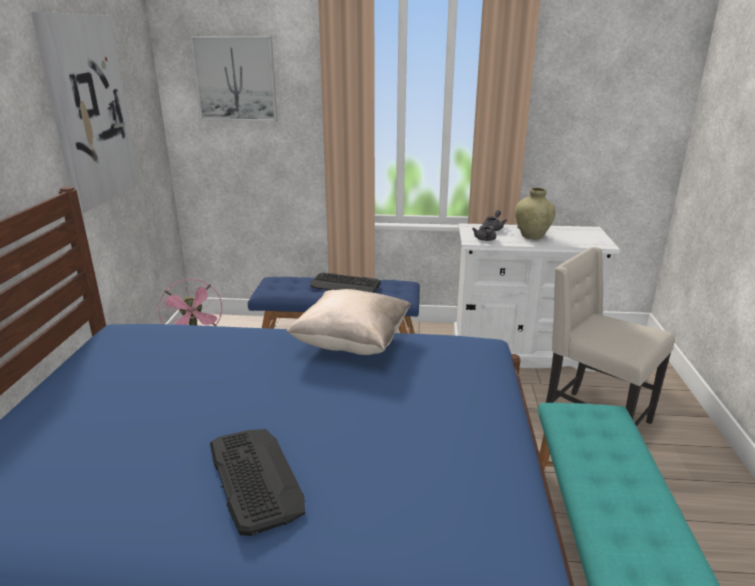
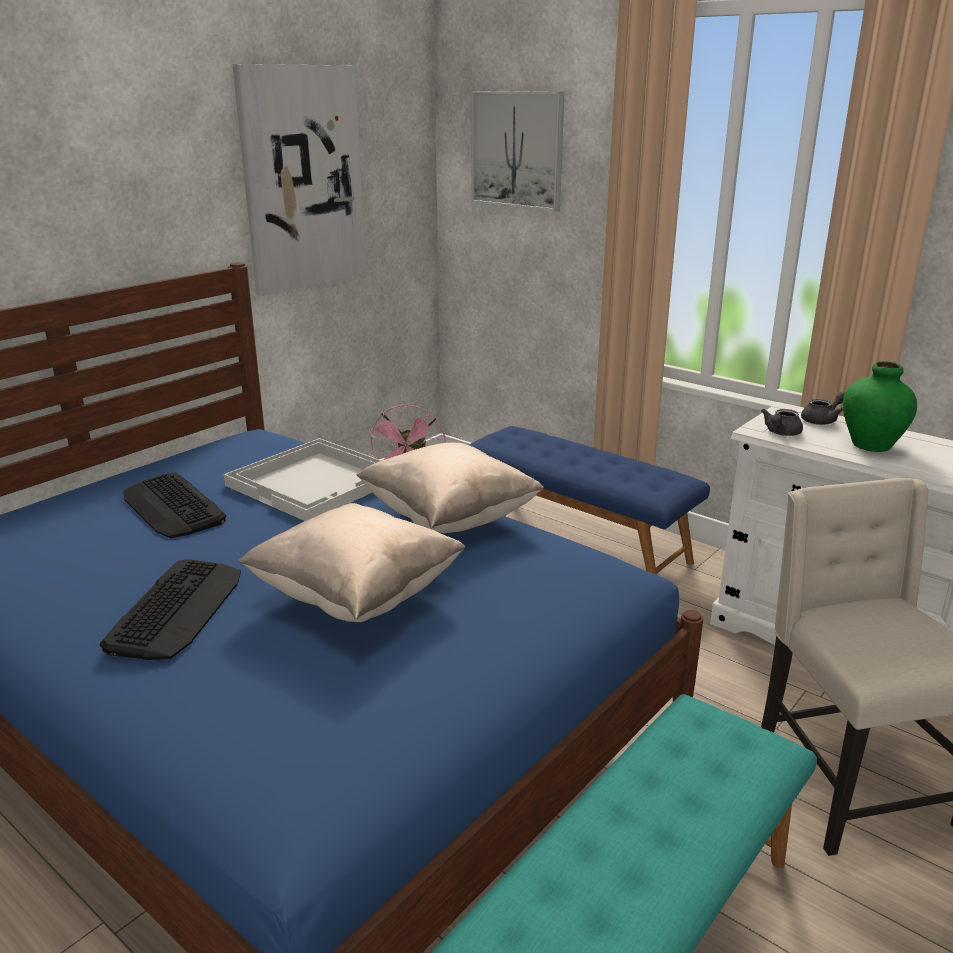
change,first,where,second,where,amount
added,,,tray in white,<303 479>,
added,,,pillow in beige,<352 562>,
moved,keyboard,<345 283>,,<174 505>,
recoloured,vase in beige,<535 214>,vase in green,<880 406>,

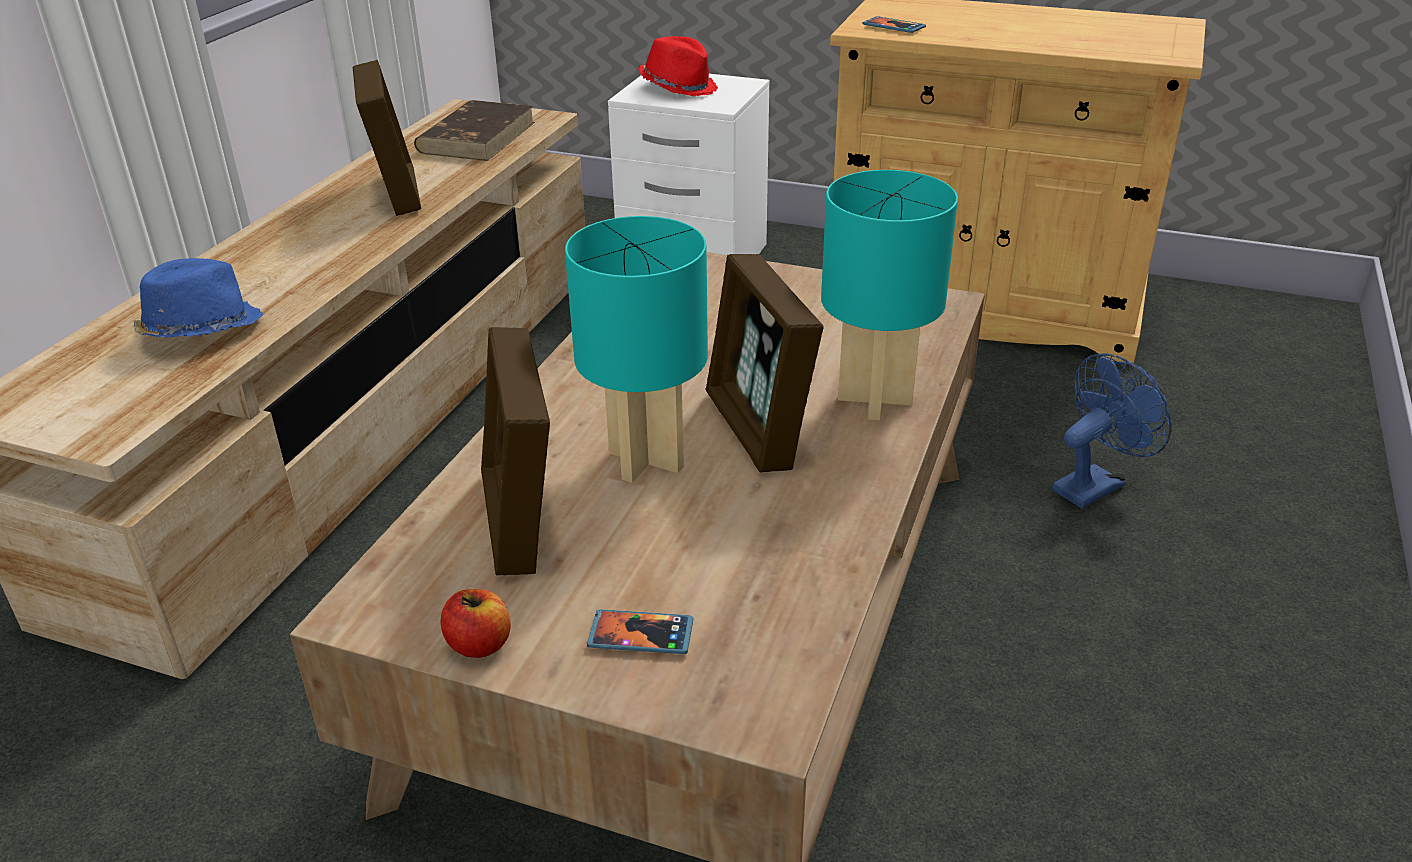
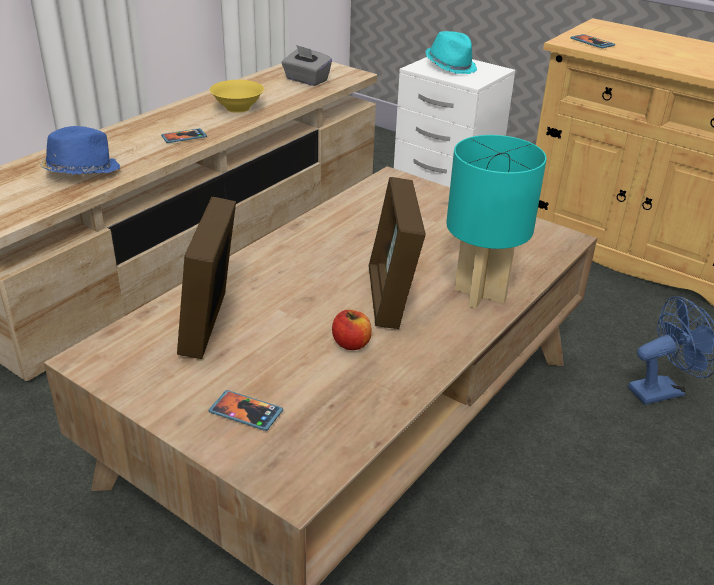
change,first,where,second,where,amount
removed,table lamp in turquoise,<636 349>,,,
added,,,phone,<184 135>,
moved,apple,<475 623>,,<352 330>,
replaced,picture frame,<386 138>,bowl in yellow,<237 96>,
replaced,book in brown,<474 130>,tissue box in grey,<307 65>,
recoloured,hat in red,<678 66>,hat in turquoise,<451 52>,

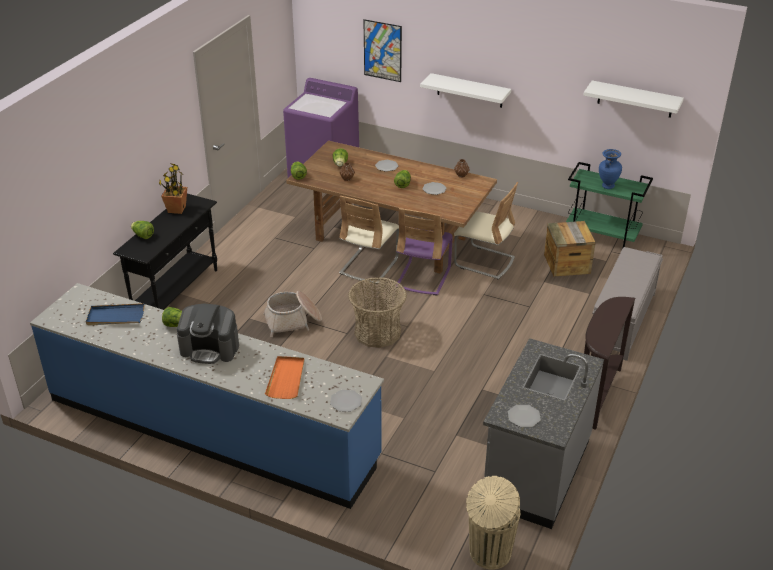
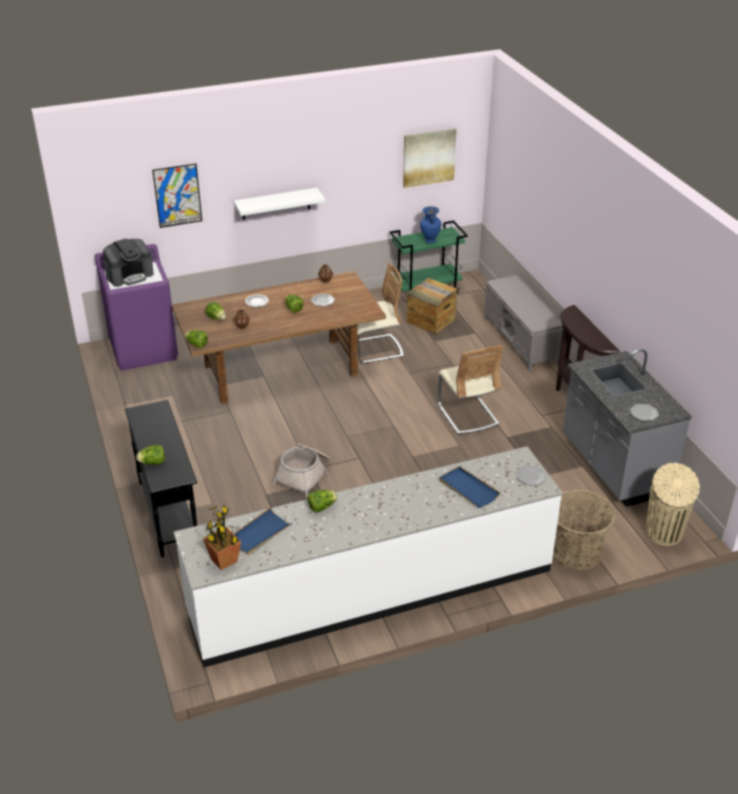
change,first,where,second,where,amount
removed,chair in purple,<424 252>,,,
moved,potted plant,<173 188>,,<222 538>,
moved,coffee machine,<208 333>,,<128 263>,
moved,chair in beige,<369 240>,,<470 390>,
moved,basket,<377 312>,,<584 530>,
replaced,shelf in white,<633 99>,picture,<430 158>,
recoloured,counter in blue,<207 396>,counter in white,<368 557>,
recoloured,tray in orange,<284 377>,tray in blue,<469 487>,

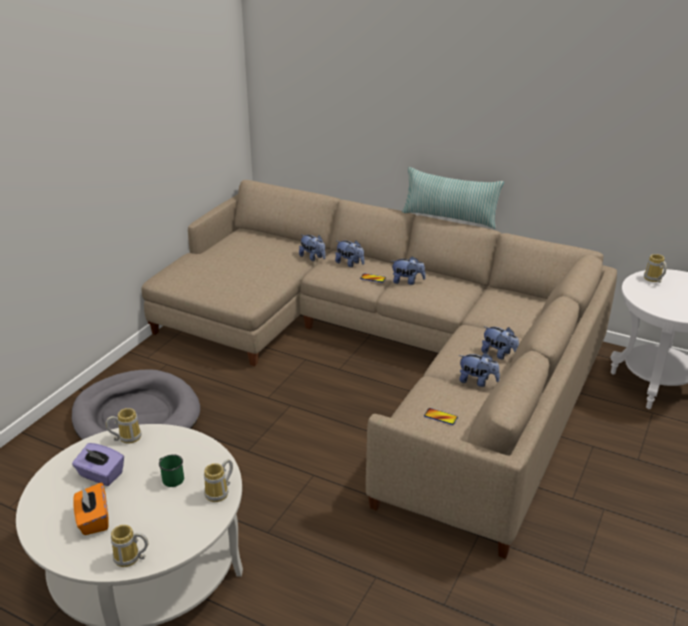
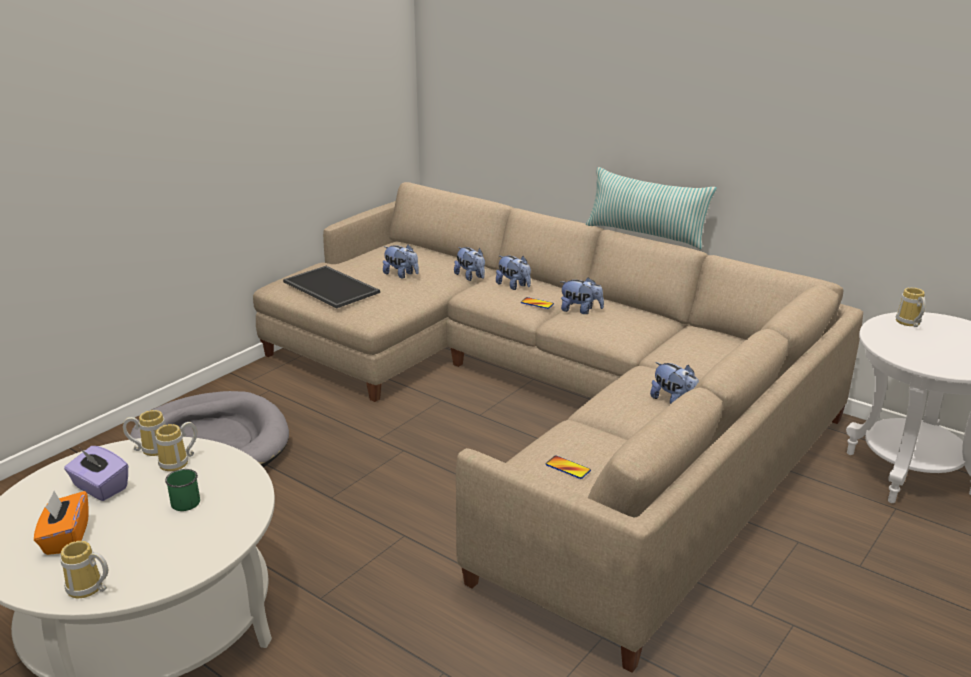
change,first,where,second,where,amount
added,,,tray,<331 287>,
moved,mug,<218 480>,,<176 446>,
moved,plush toy,<479 370>,,<401 261>,

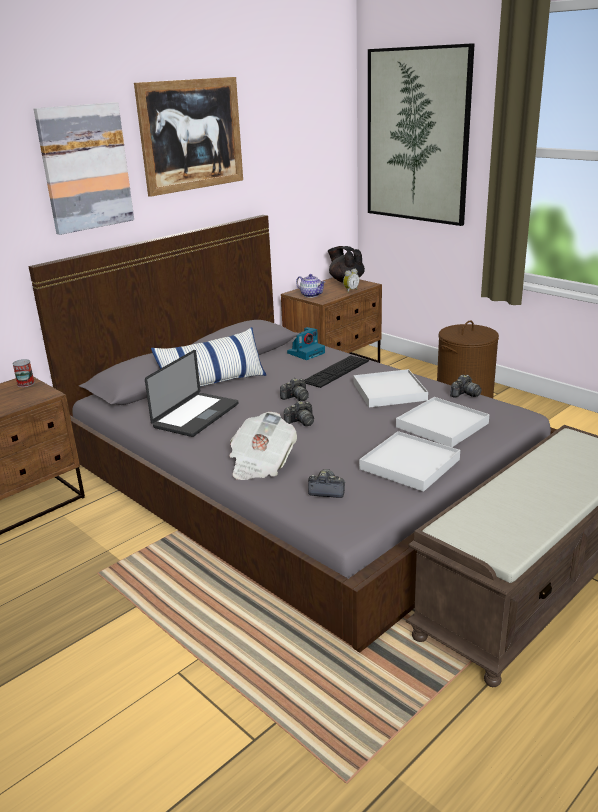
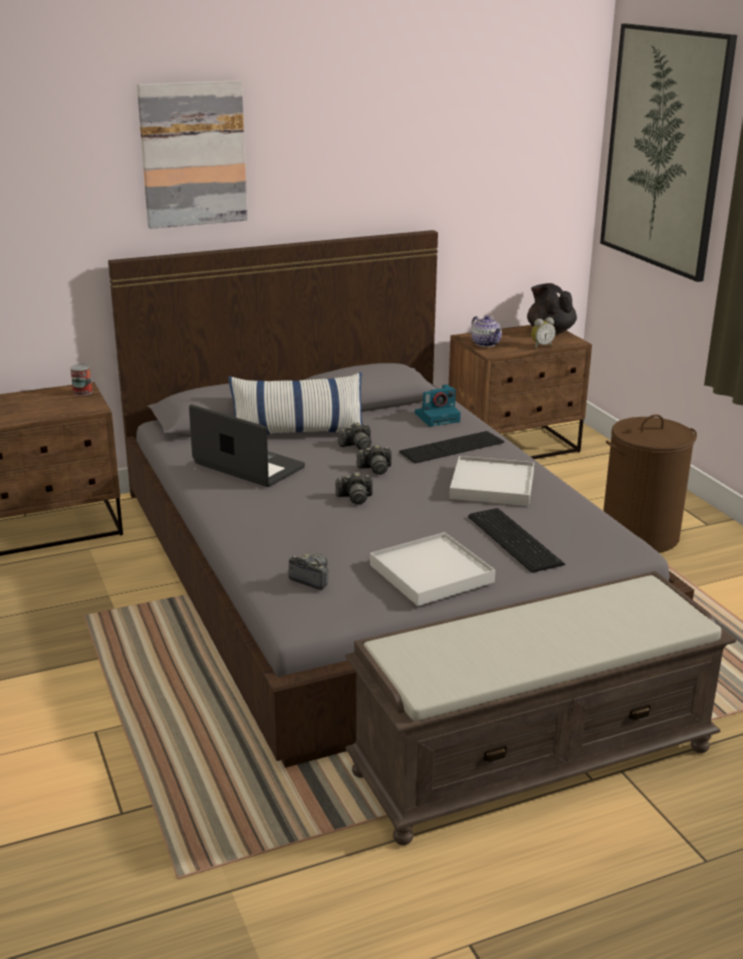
change,first,where,second,where,amount
removed,picture,<188 137>,,,
removed,newspaper,<263 446>,,,
moved,photo camera,<466 386>,,<354 436>,
replaced,tray in white,<442 422>,keyboard,<516 540>,
turned,laptop,<191 393>,,<247 445>,105 degrees counterclockwise

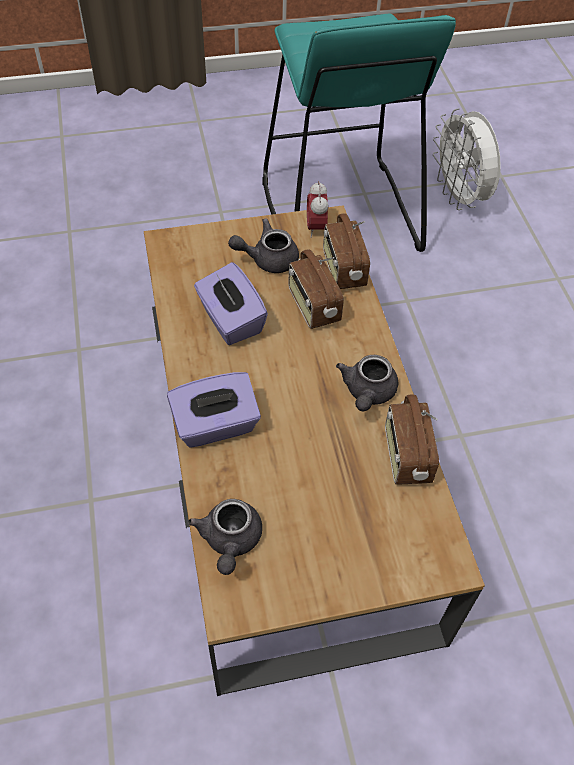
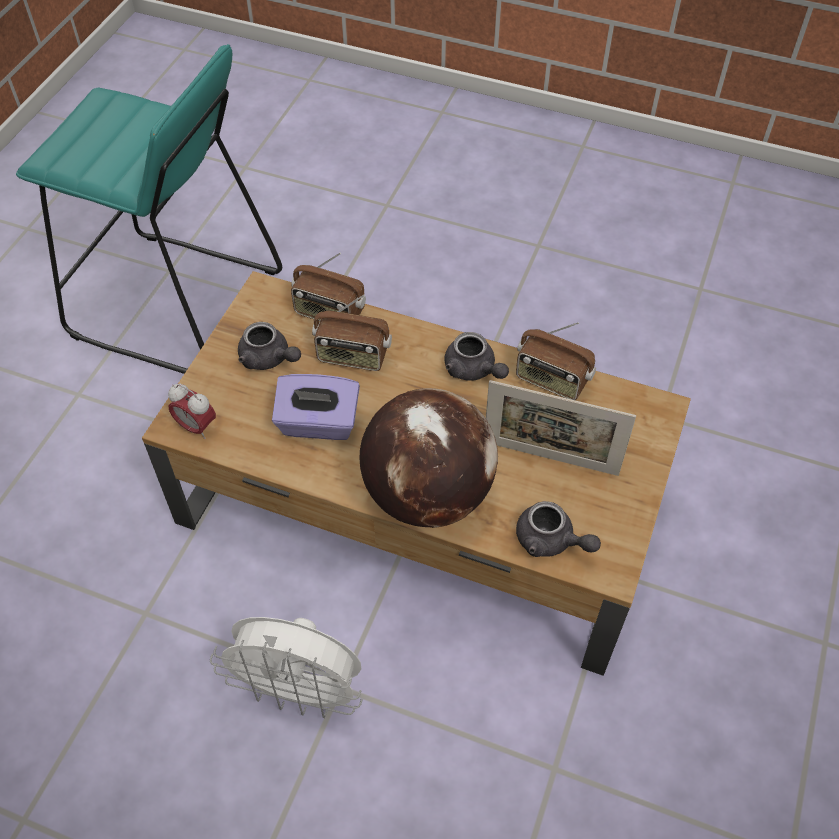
change,first,where,second,where,amount
added,,,picture frame,<561 428>,
moved,alarm clock,<318 209>,,<192 411>,
moved,fan in white,<467 159>,,<286 667>,
replaced,tissue box in purple,<214 410>,globe,<428 458>,
turned,teapot in grey,<263 245>,,<269 346>,75 degrees counterclockwise

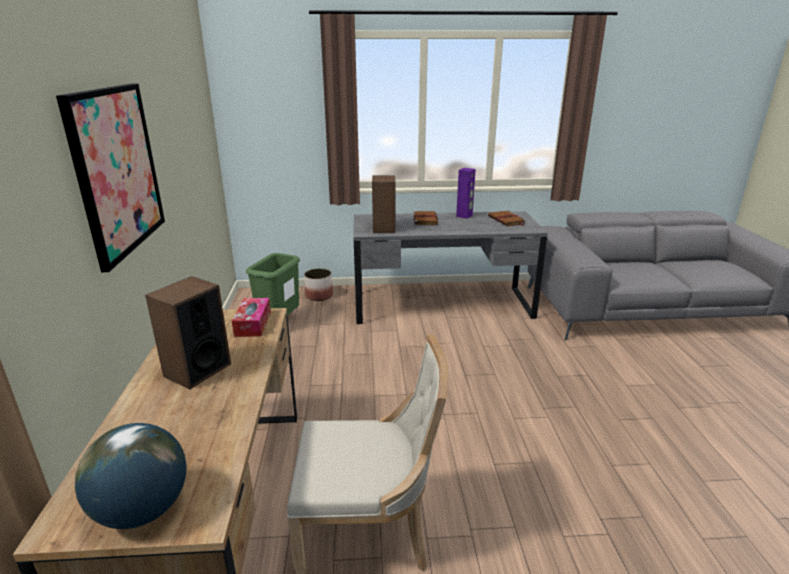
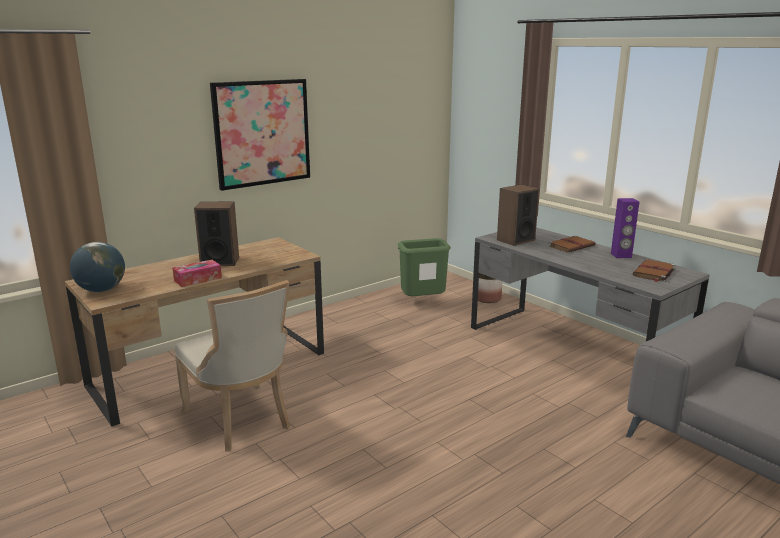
change,first,where,second,where,amount
moved,tissue box,<251 317>,,<197 273>,

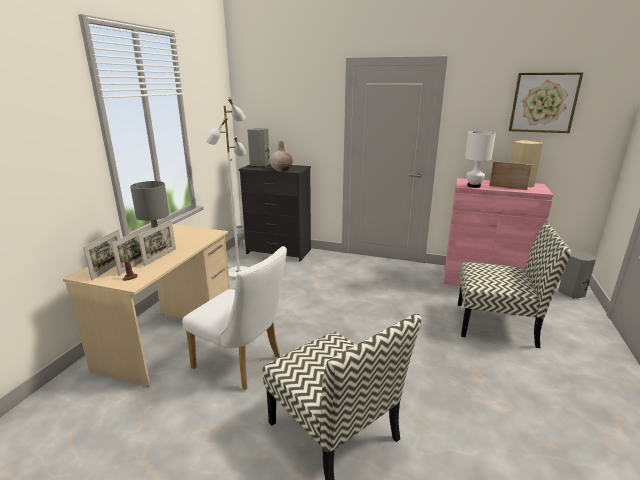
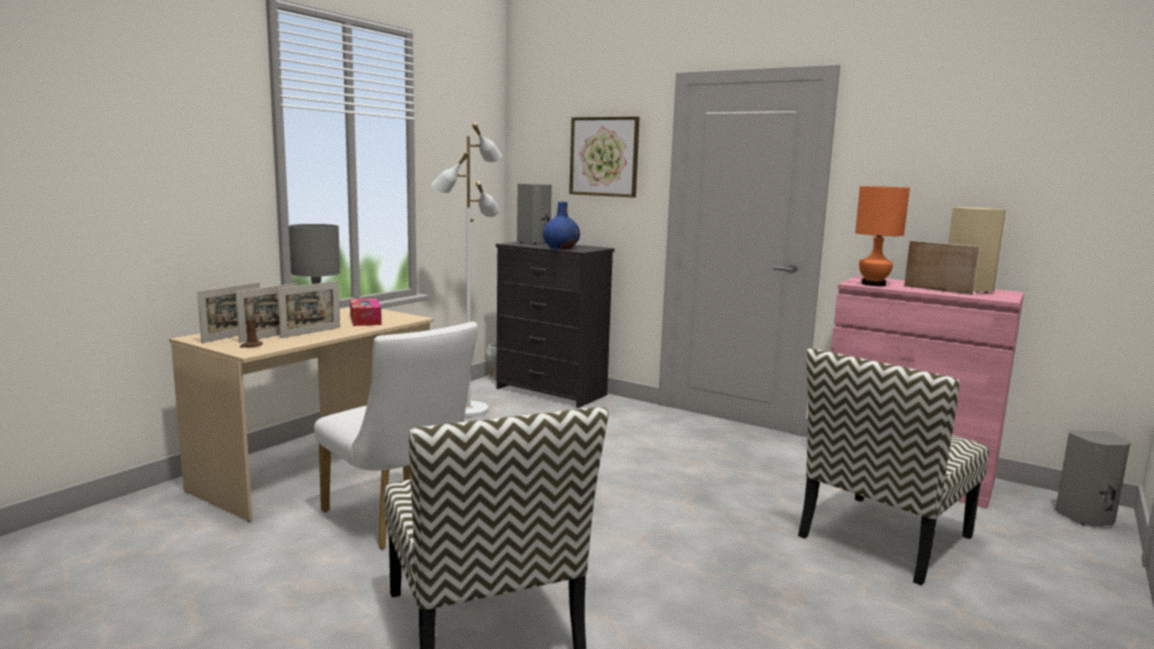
change,first,where,second,where,amount
added,,,tissue box,<366 312>,
moved,picture,<546 102>,,<604 156>,
recoloured,vase in beige,<281 156>,vase in blue,<561 225>,
recoloured,table lamp in white,<480 159>,table lamp in orange,<882 236>,
turned,chair,<514 285>,,<893 467>,105 degrees clockwise

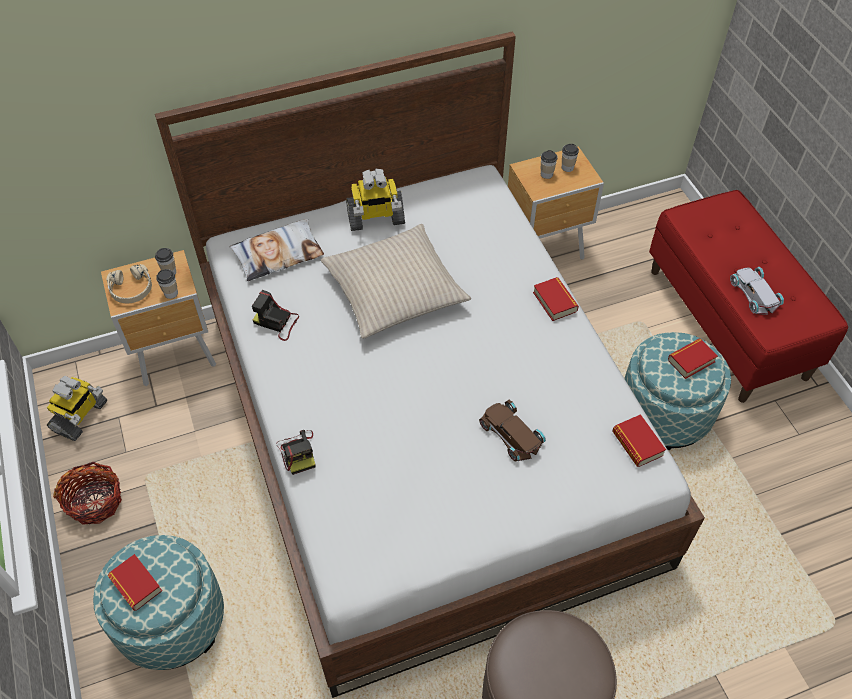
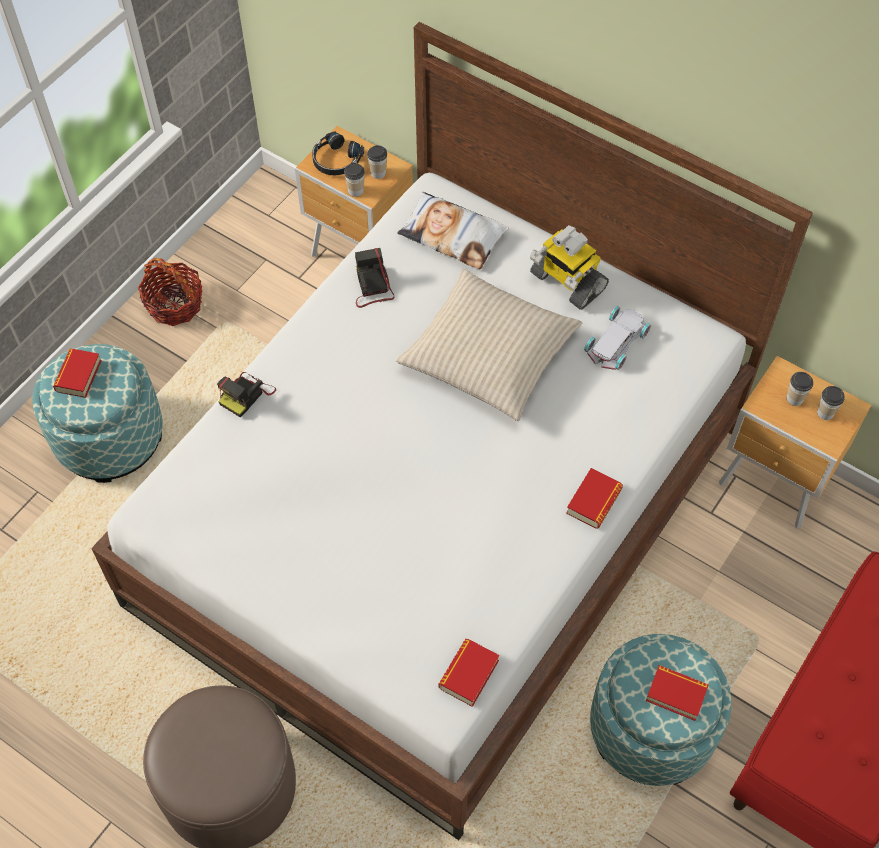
change,first,where,second,where,amount
removed,toy robot,<77 408>,,,
removed,toy car in brown,<512 431>,,,
moved,toy car in white,<757 291>,,<617 338>,
recoloured,headphones in beige,<129 283>,headphones in black,<338 153>,

